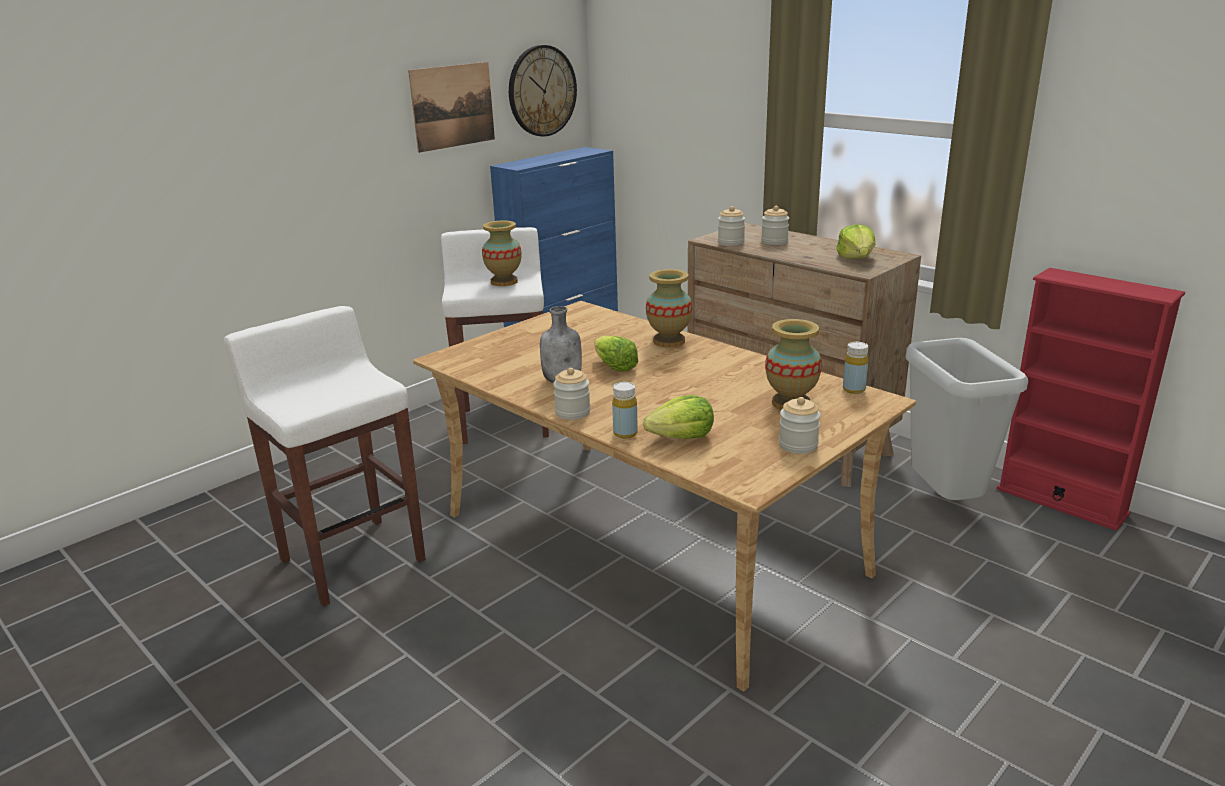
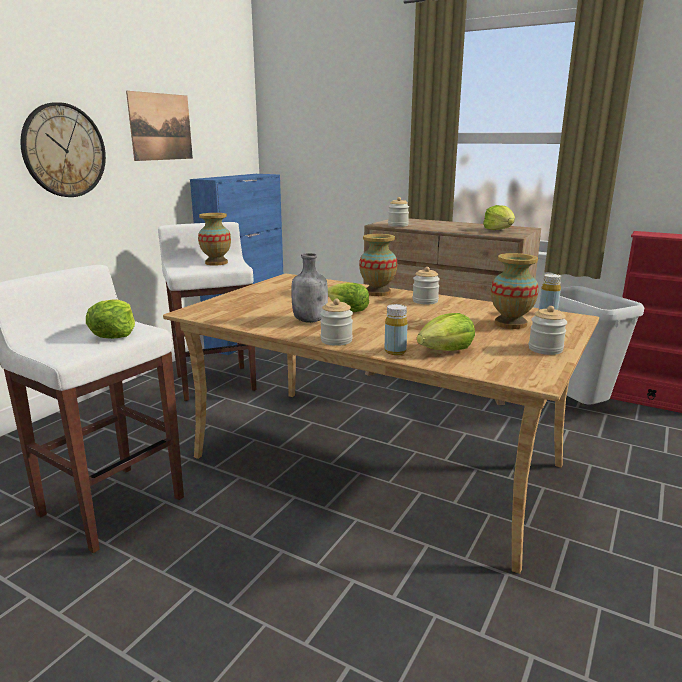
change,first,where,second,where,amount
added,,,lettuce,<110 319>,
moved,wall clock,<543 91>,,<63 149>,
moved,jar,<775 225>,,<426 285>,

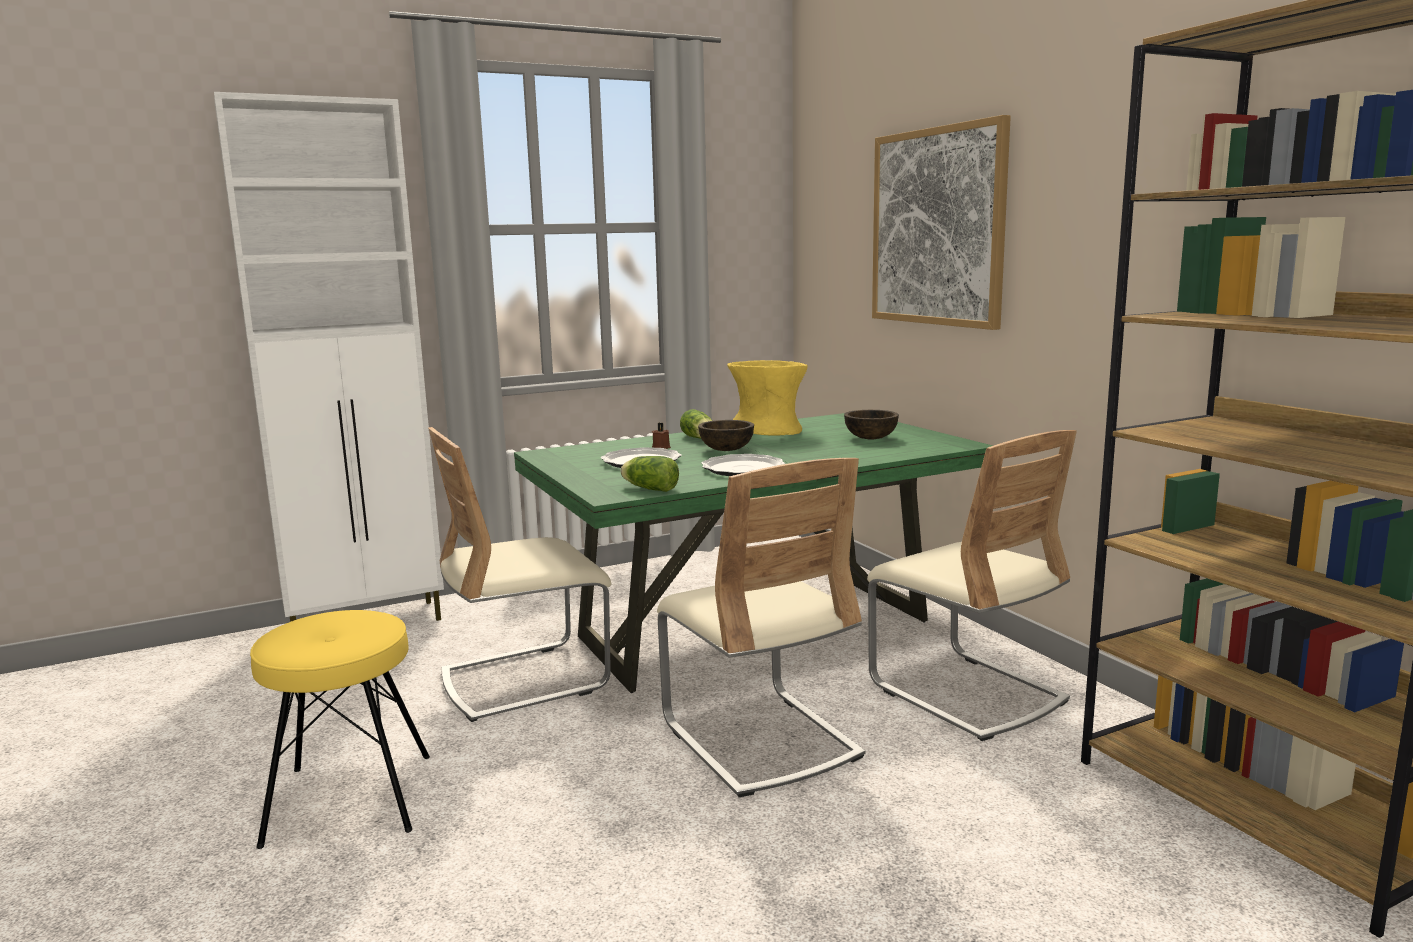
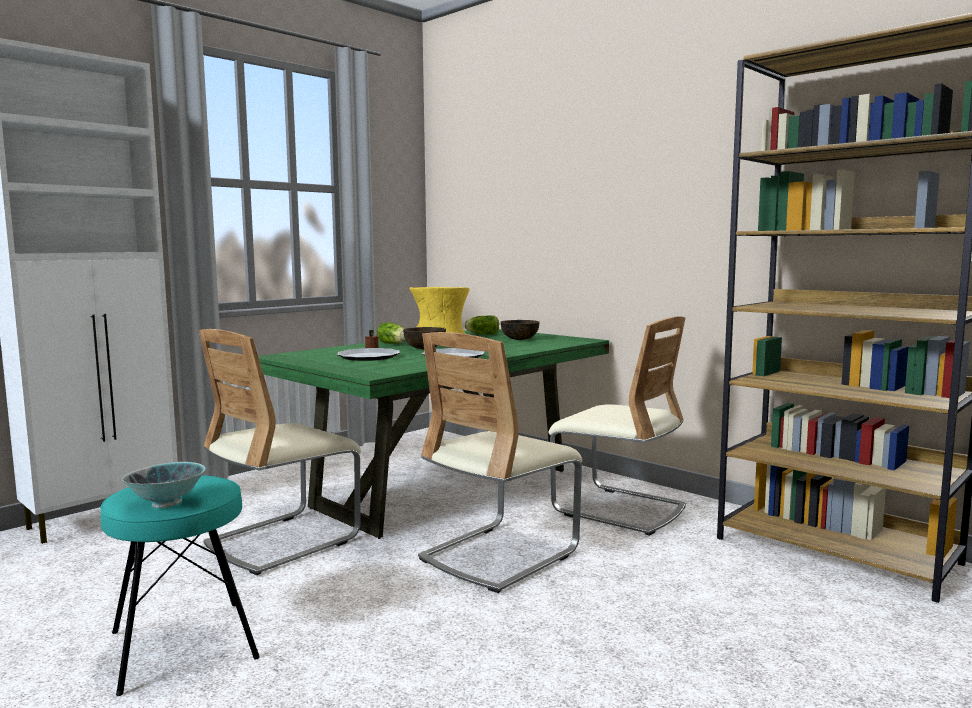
change,first,where,second,where,amount
removed,picture,<941 222>,,,
added,,,bowl,<164 485>,
moved,lettuce,<649 474>,,<482 325>,
recoloured,stool in yellow,<340 729>,stool in turquoise,<180 585>,
turned,chair in beige,<761 627>,,<500 462>,90 degrees clockwise

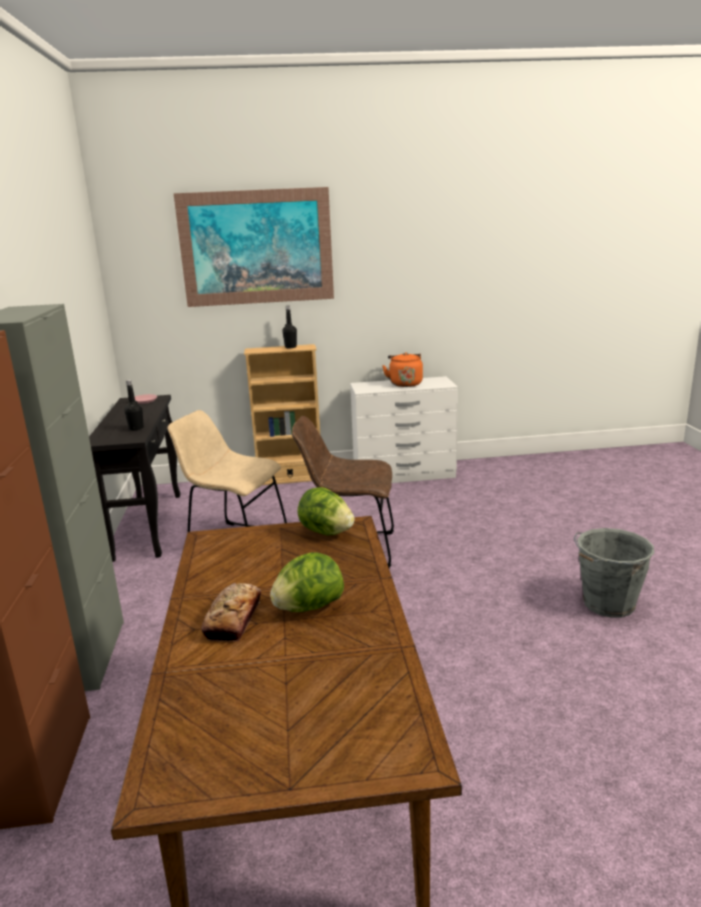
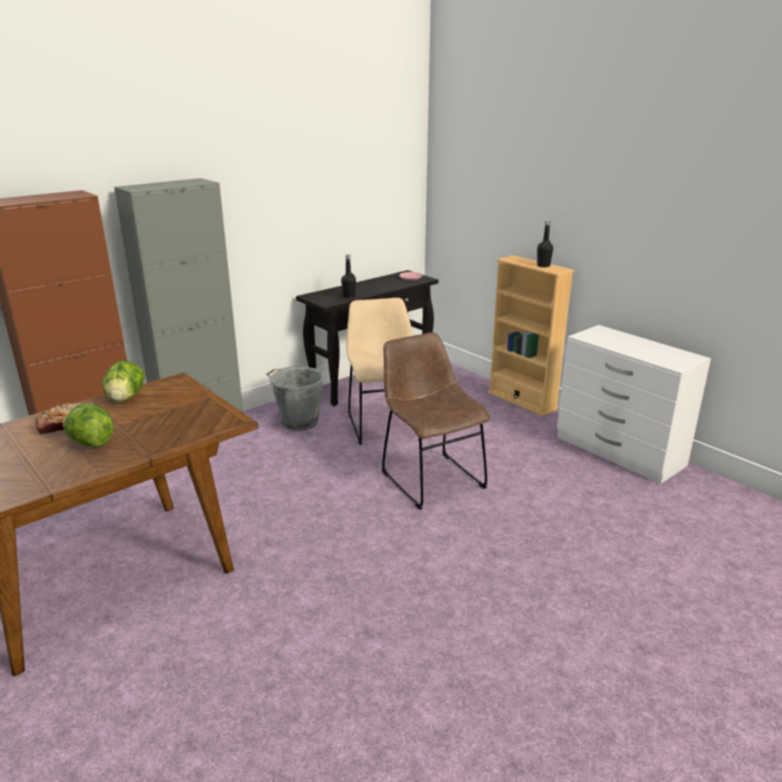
change,first,where,second,where,amount
removed,picture,<254 247>,,,
removed,kettle in orange,<402 369>,,,
moved,lettuce,<325 511>,,<123 381>,
moved,bucket in grey,<614 573>,,<295 398>,

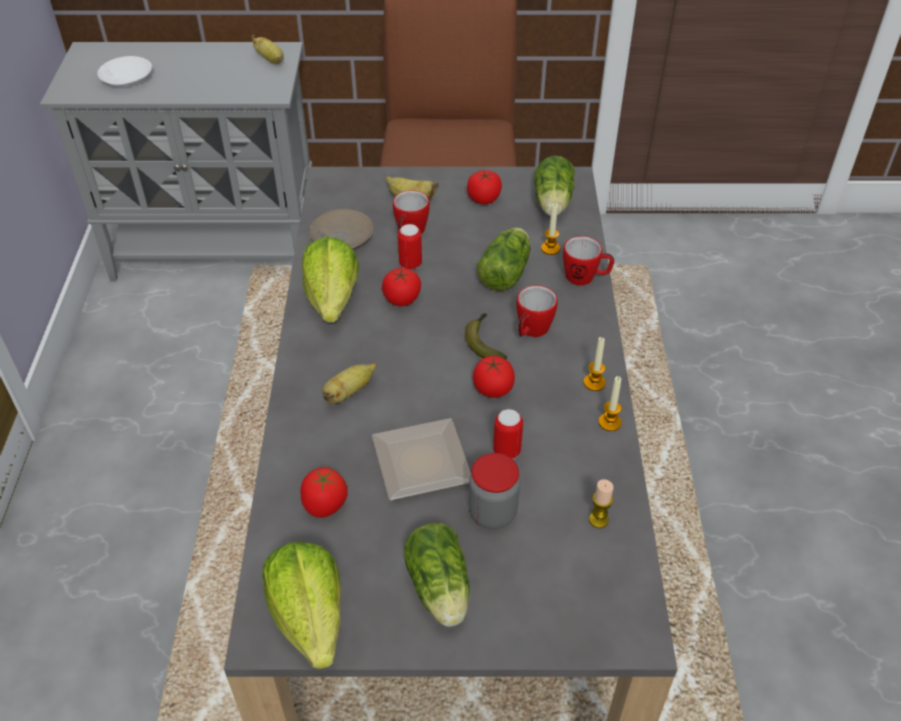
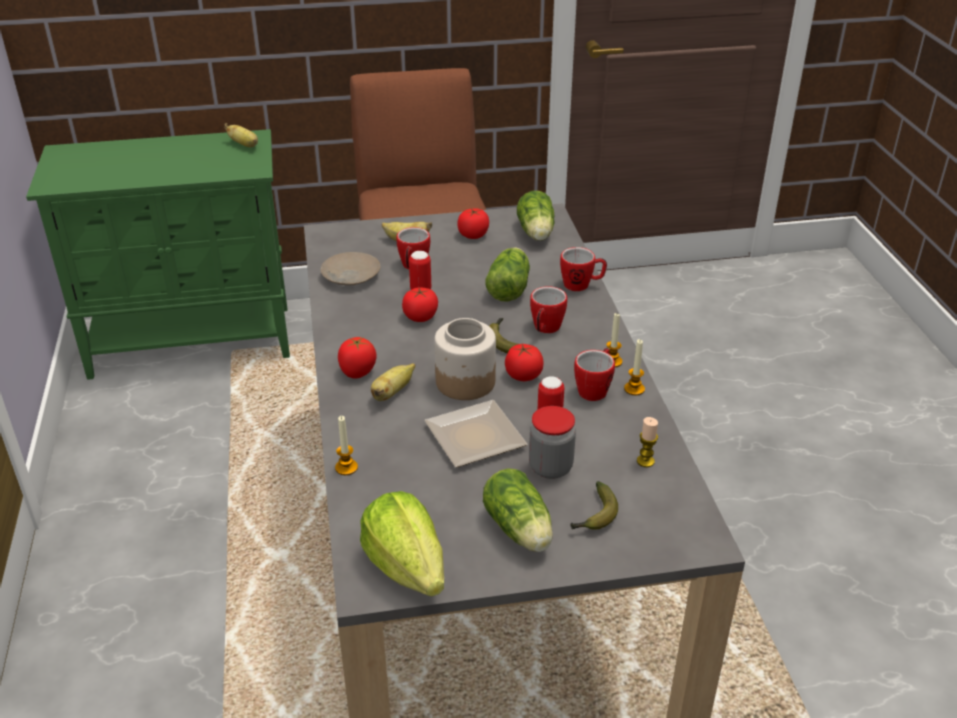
change,first,where,second,where,amount
removed,plate in white,<124 71>,,,
removed,lettuce,<330 279>,,,
added,,,jar,<465 359>,
added,,,banana,<594 505>,
added,,,mug,<594 374>,
moved,tomato,<324 492>,,<357 358>,
moved,candle,<550 229>,,<346 445>,
recoloured,cabinet in grey,<176 162>,cabinet in green,<158 254>,

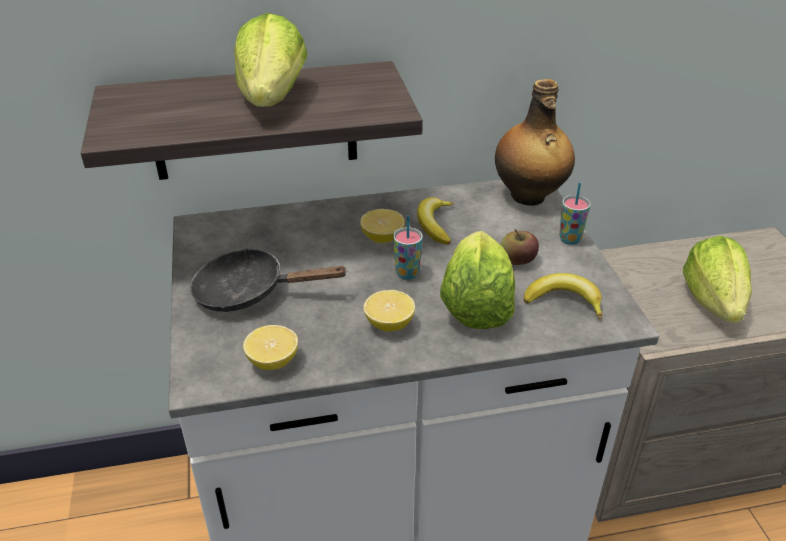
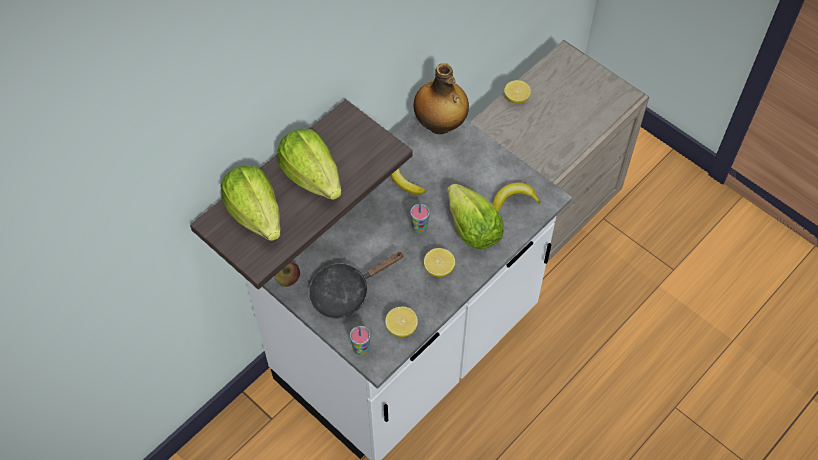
change,first,where,second,where,amount
moved,lemon,<382 226>,,<517 92>,
moved,apple,<519 247>,,<287 274>,
moved,cup,<575 214>,,<360 341>,
moved,lettuce,<717 279>,,<250 203>,

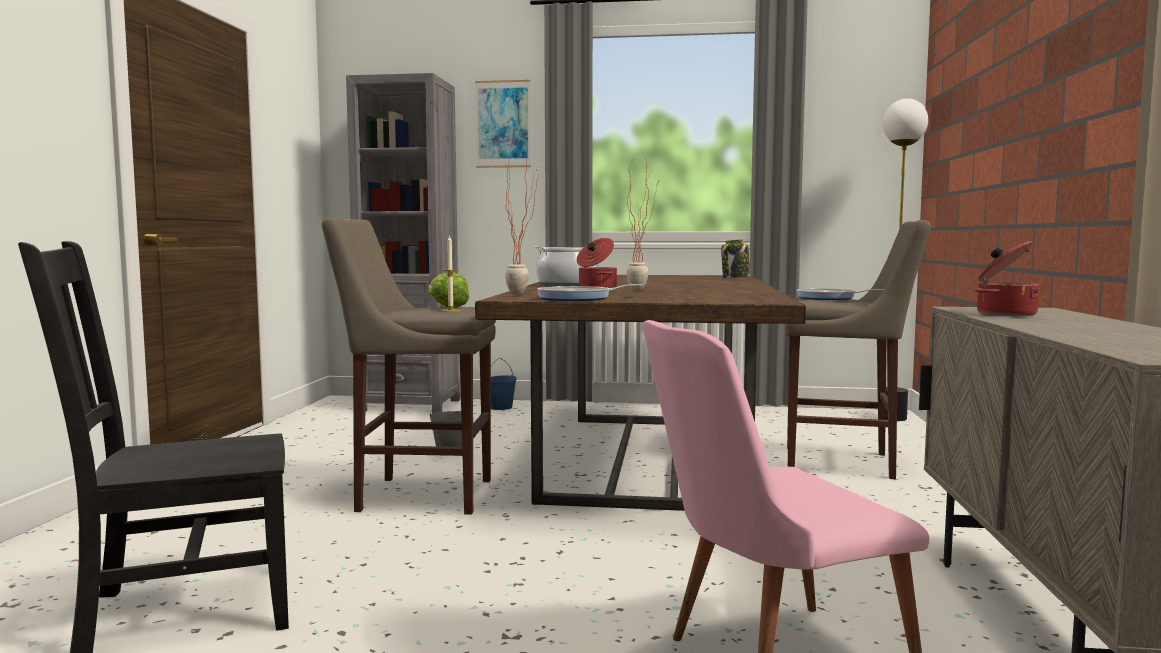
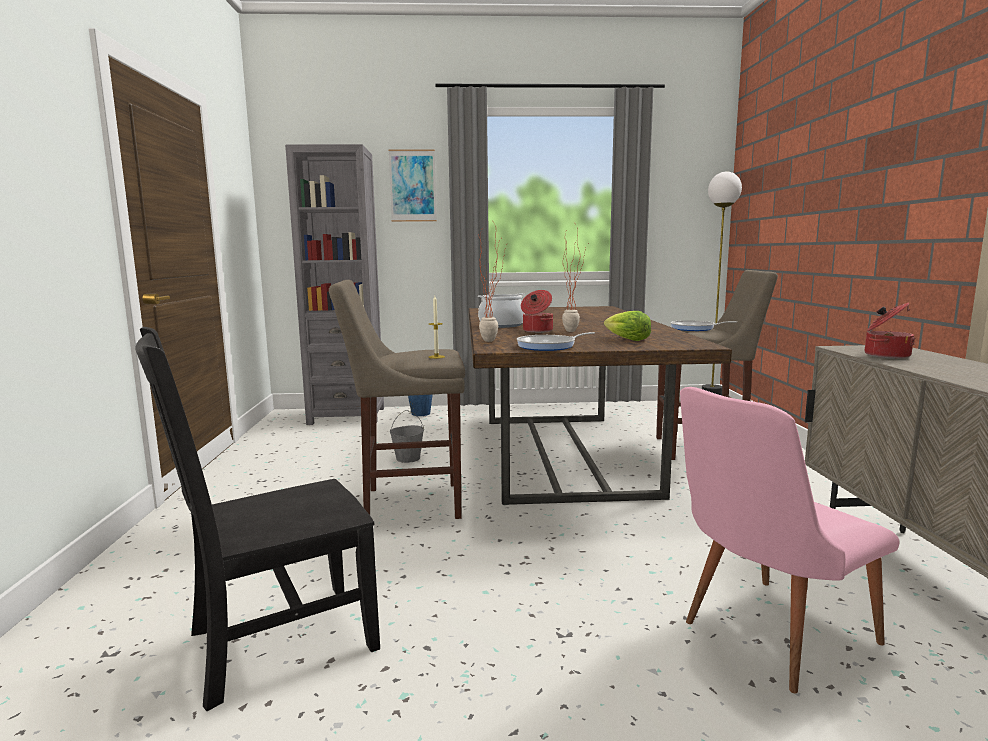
change,first,where,second,where,amount
removed,jar,<735 258>,,,
moved,lettuce,<449 290>,,<627 326>,

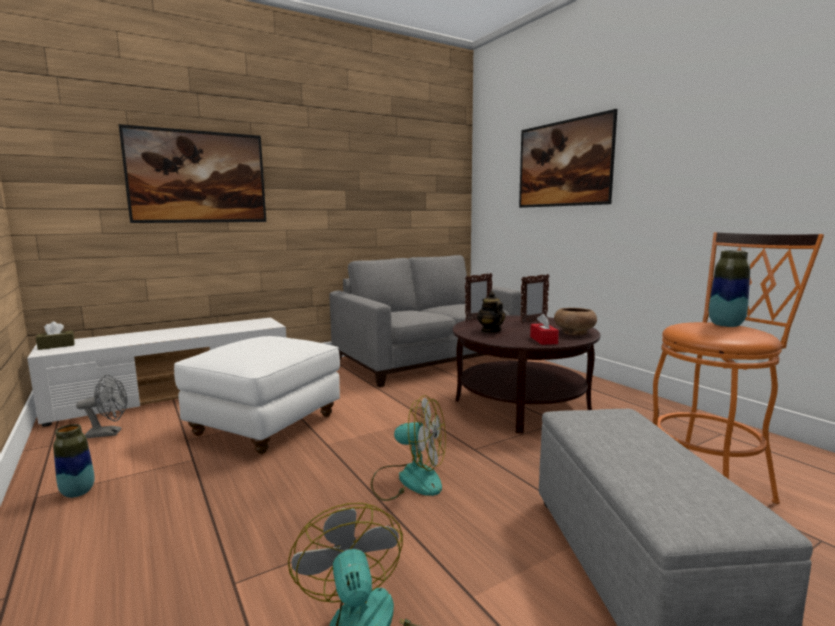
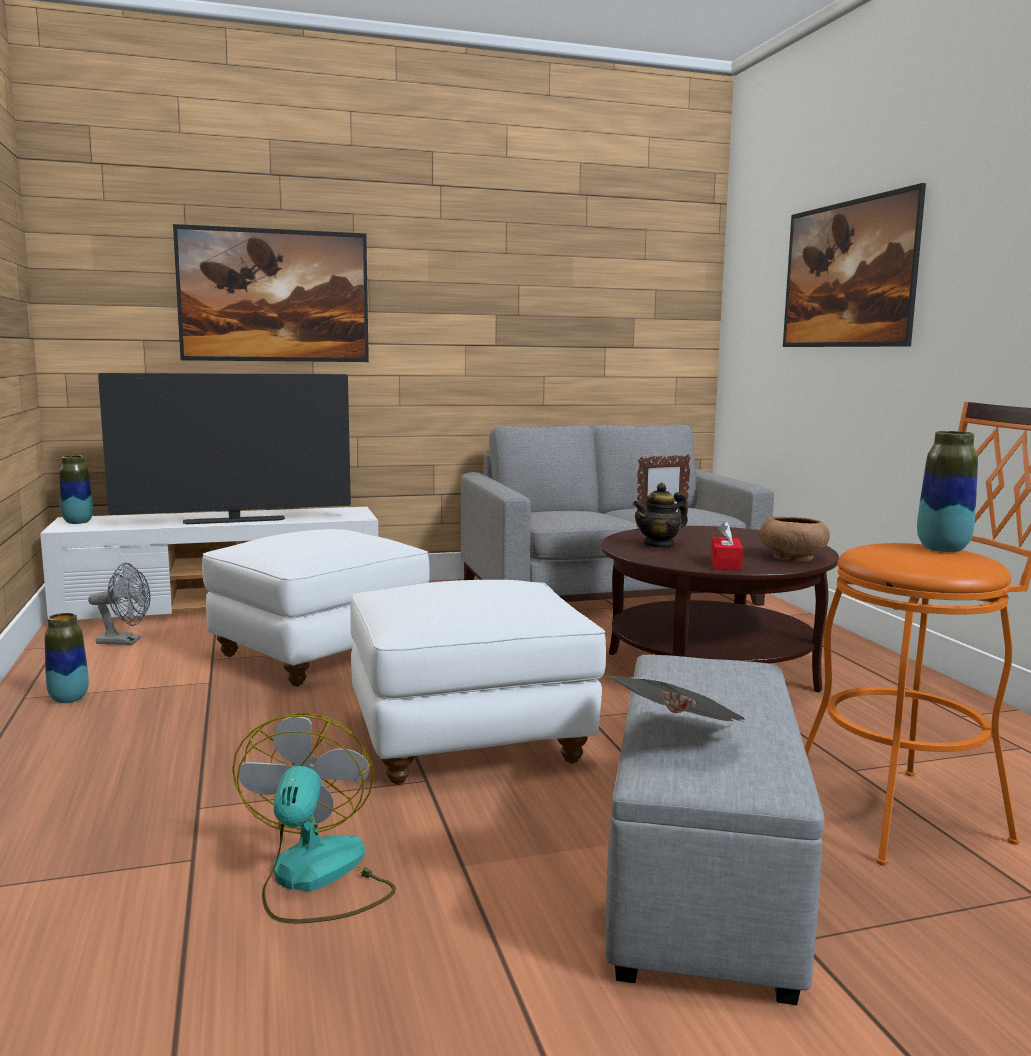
change,first,where,second,where,amount
removed,picture frame,<535 298>,,,
added,,,television,<224 448>,
added,,,newspaper,<675 699>,
replaced,tissue box in brown,<55 335>,vase,<76 489>,
replaced,fan,<408 448>,ottoman in white,<478 682>,
turned,teapot,<491 312>,,<660 516>,120 degrees counterclockwise

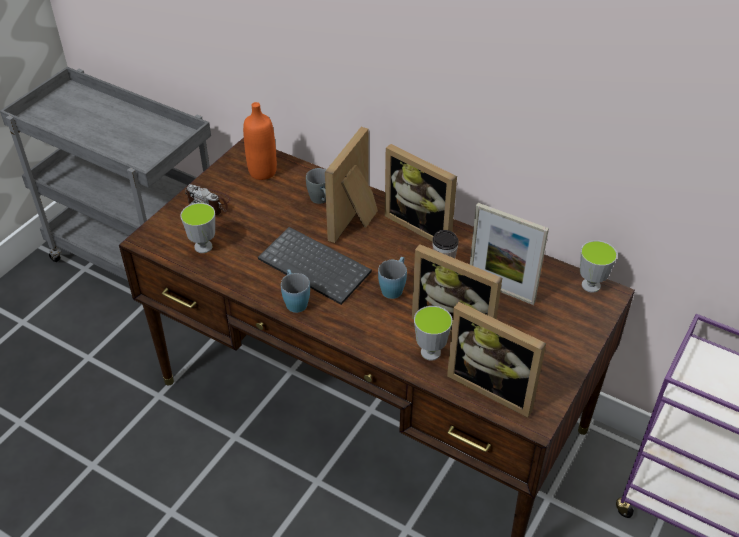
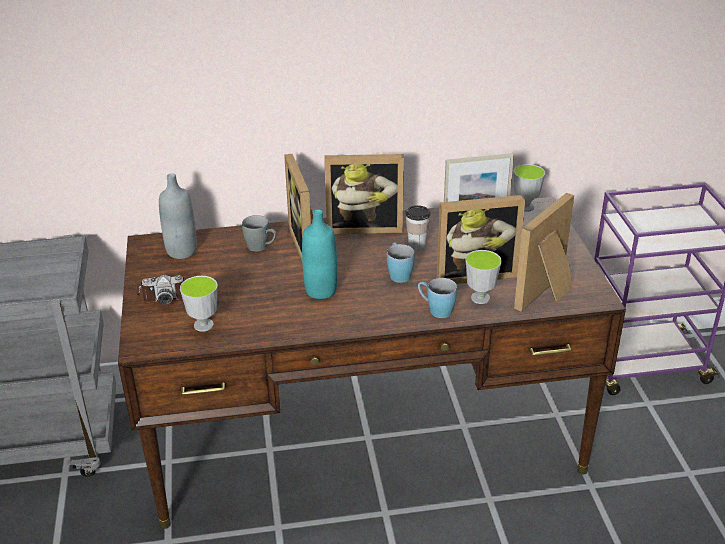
change,first,where,second,where,amount
moved,mug in blue,<295 291>,,<437 298>,
replaced,keyboard,<315 266>,bottle in turquoise,<319 254>,
recoloured,bottle in orange,<260 141>,bottle in grey,<178 216>,
turned,picture frame,<496 360>,,<544 252>,135 degrees clockwise

